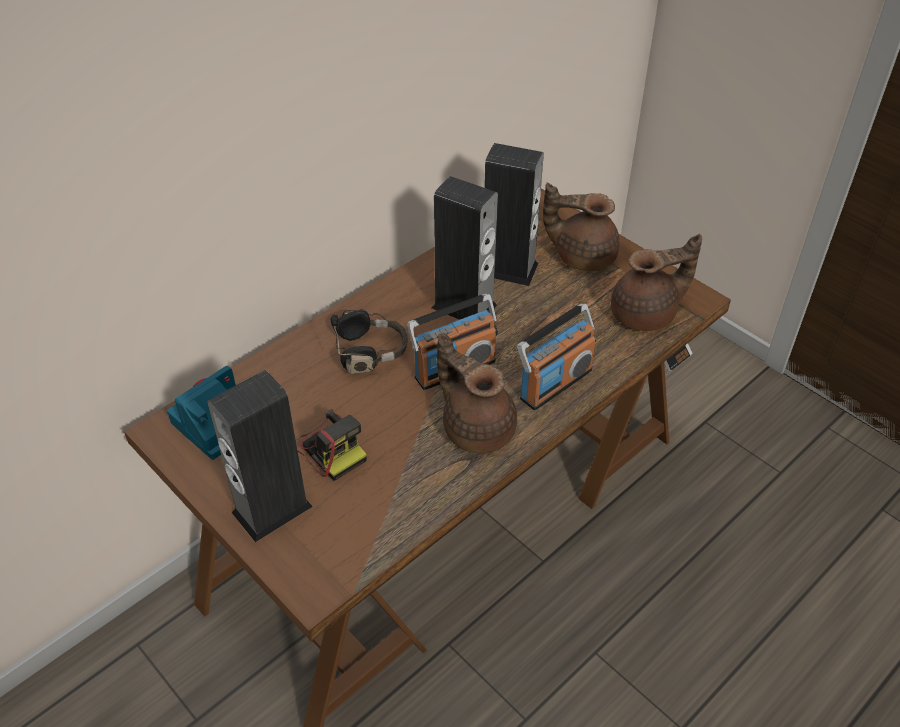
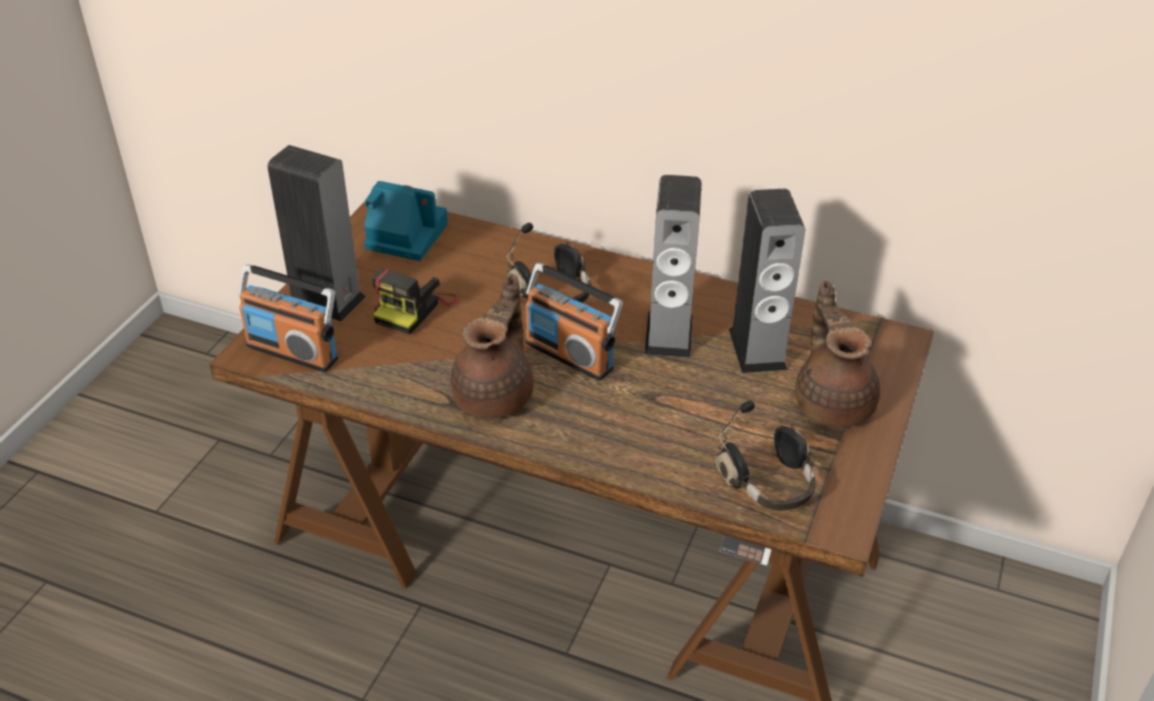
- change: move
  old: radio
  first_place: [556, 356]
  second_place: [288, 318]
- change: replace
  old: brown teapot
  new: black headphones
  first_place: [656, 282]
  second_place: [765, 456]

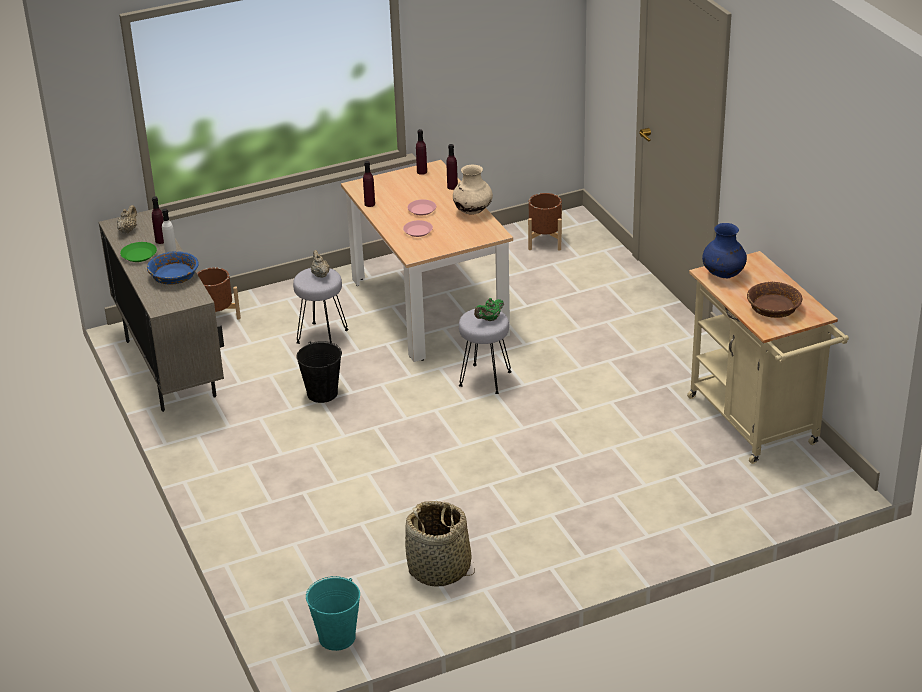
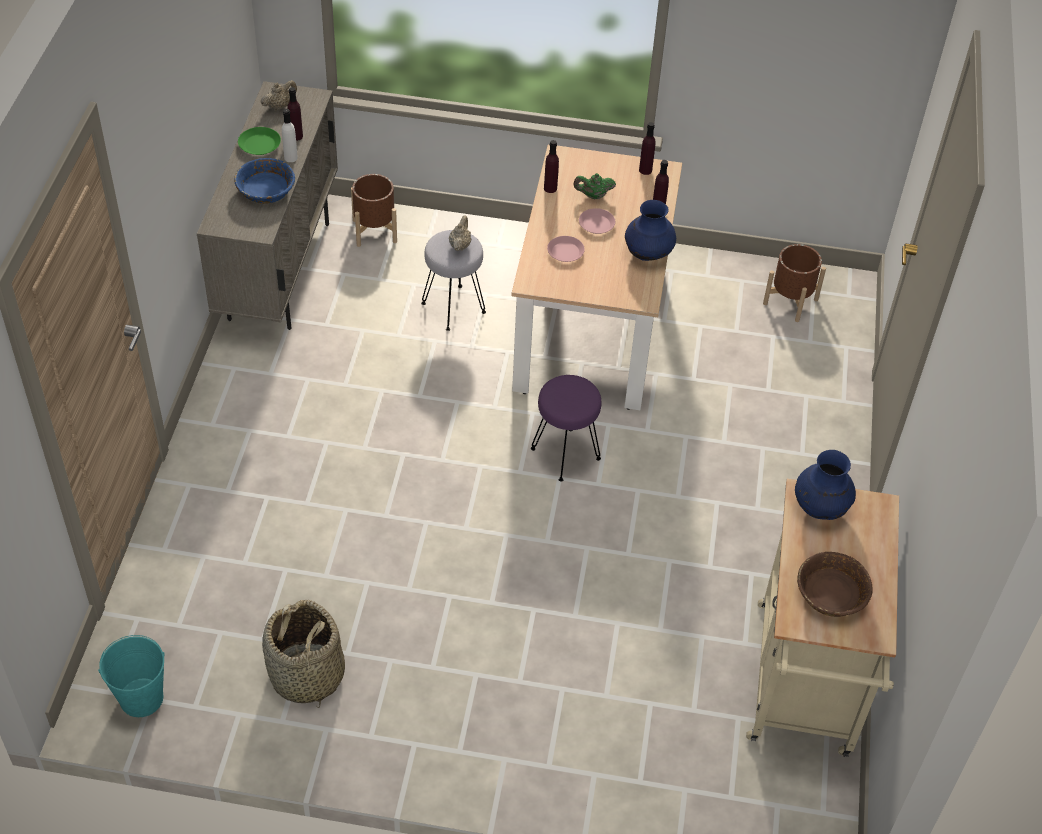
- change: delete
  old: black bucket
  first_place: [319, 372]
- change: move
  old: green teapot
  first_place: [489, 309]
  second_place: [594, 186]
- change: recolor
  old: beige vase
  new: blue vase
  first_place: [473, 189]
  second_place: [650, 230]
- change: recolor
  old: grey stool
  new: purple stool
  first_place: [485, 351]
  second_place: [566, 428]

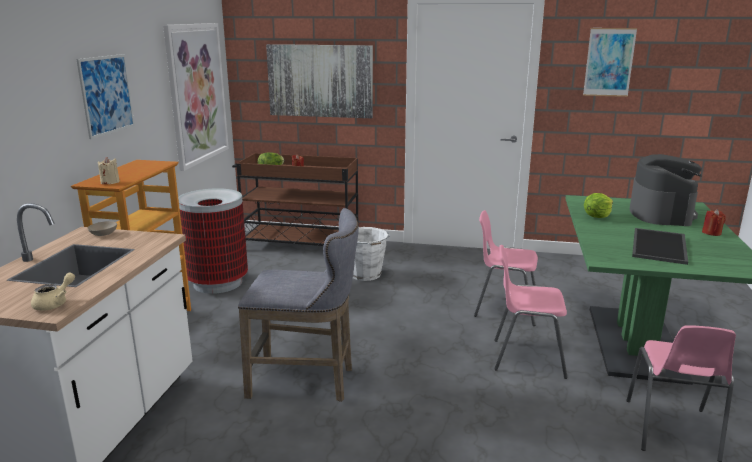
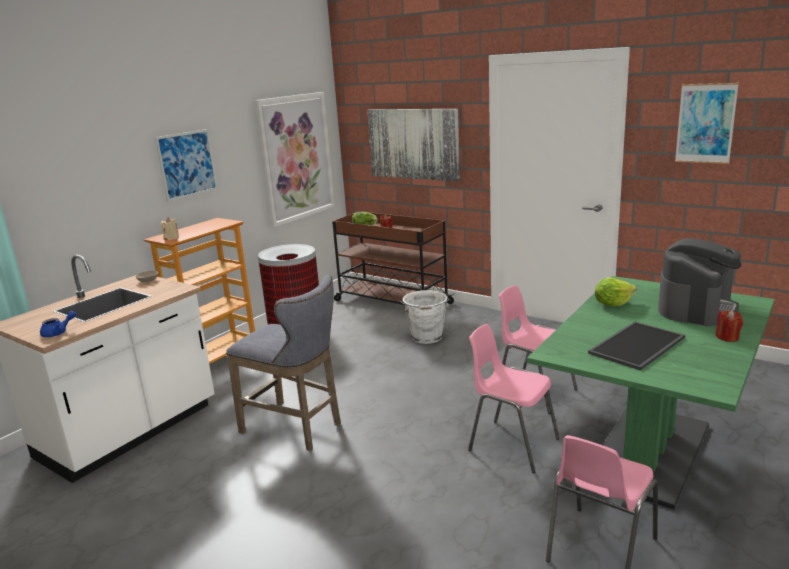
- change: recolor
  old: beige teapot
  new: blue teapot
  first_place: [53, 292]
  second_place: [58, 324]

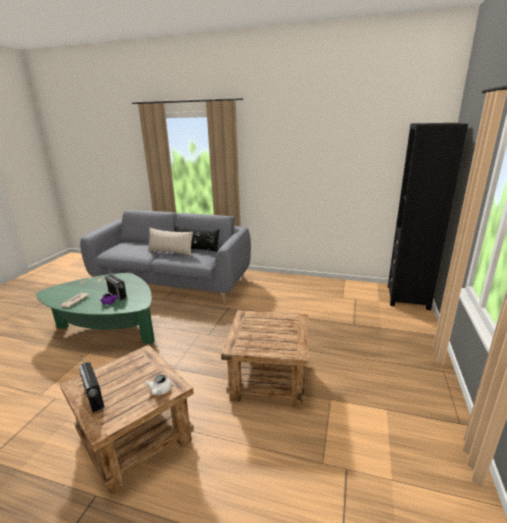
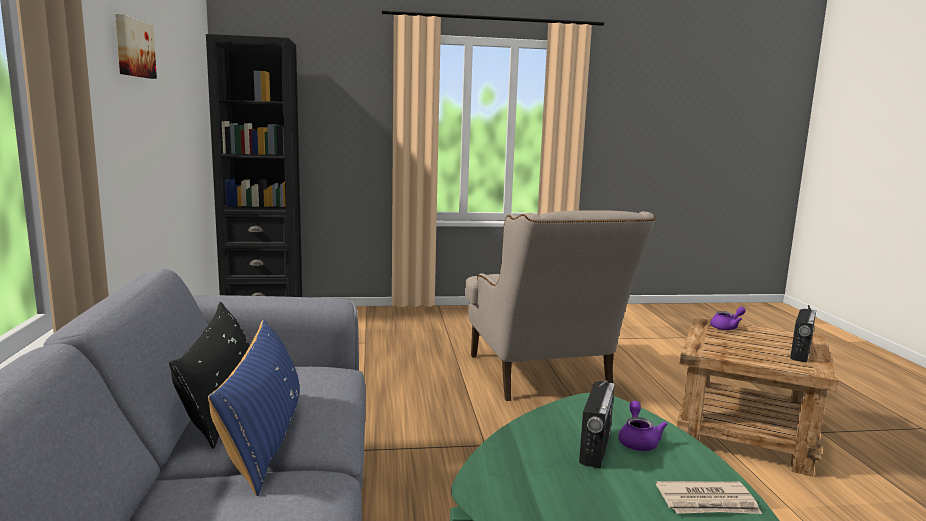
- change: insert
  new: picture
  second_place: [136, 46]
- change: replace
  old: brown side table
  new: beige armchair
  first_place: [264, 359]
  second_place: [560, 305]
- change: recolor
  old: white teapot
  new: purple teapot
  first_place: [158, 385]
  second_place: [728, 318]
- change: recolor
  old: beige pillow
  new: blue pillow
  first_place: [170, 242]
  second_place: [254, 408]

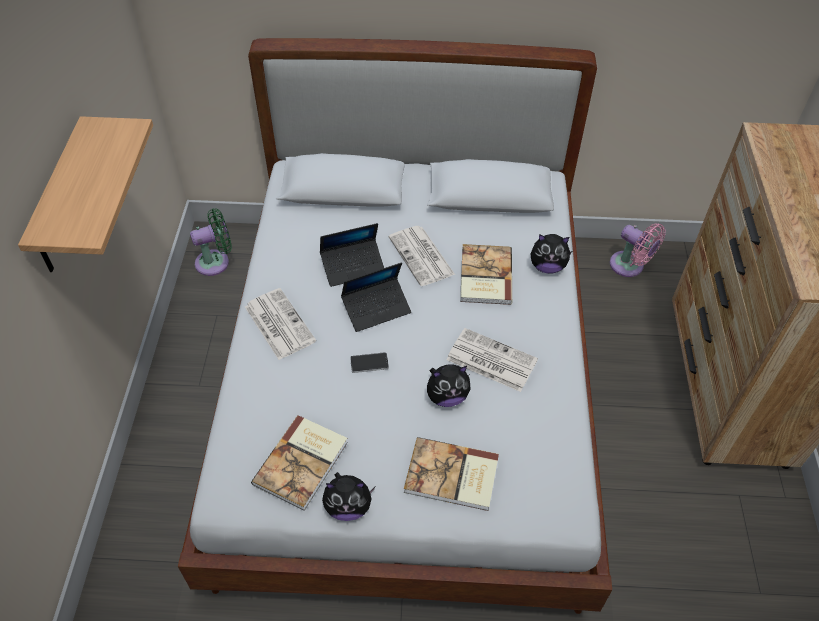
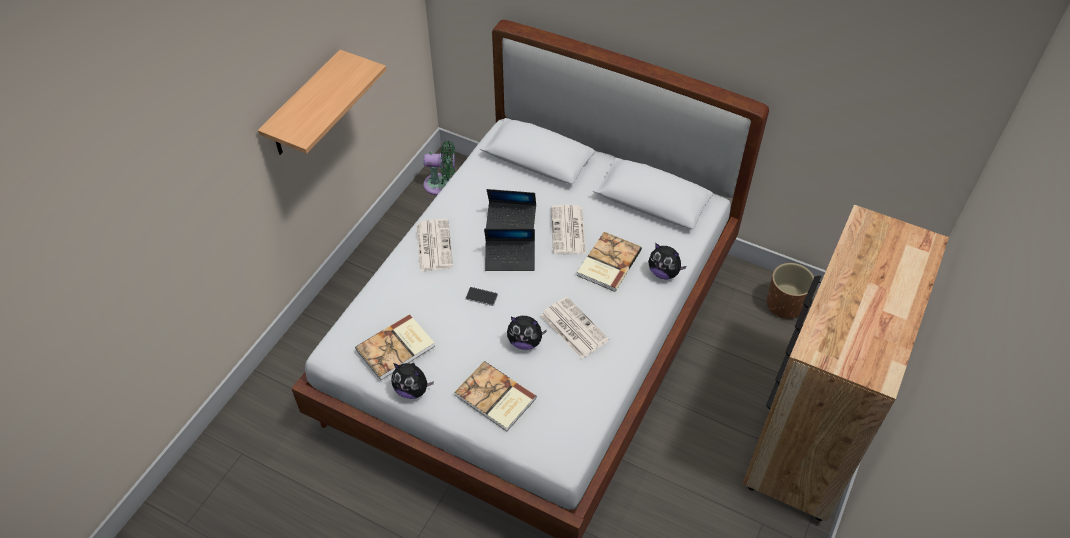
- change: replace
  old: pink fan
  new: brown planter
  first_place: [638, 250]
  second_place: [790, 291]

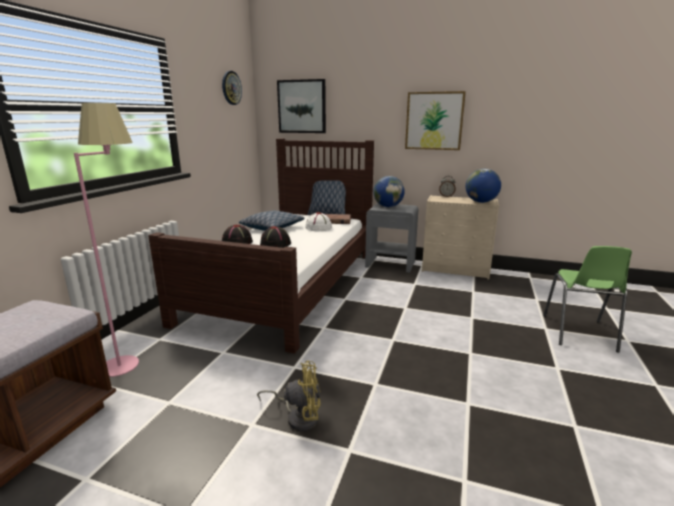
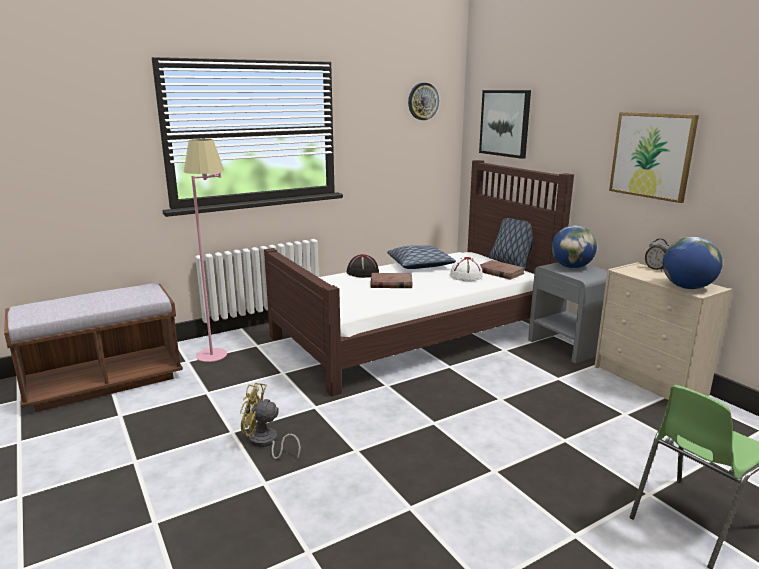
- change: replace
  old: black hat
  new: brown book
  first_place: [275, 237]
  second_place: [391, 280]
- change: rotate
  old: yellow fan
  first_place: [289, 396]
  second_place: [270, 421]
  degrees: 150

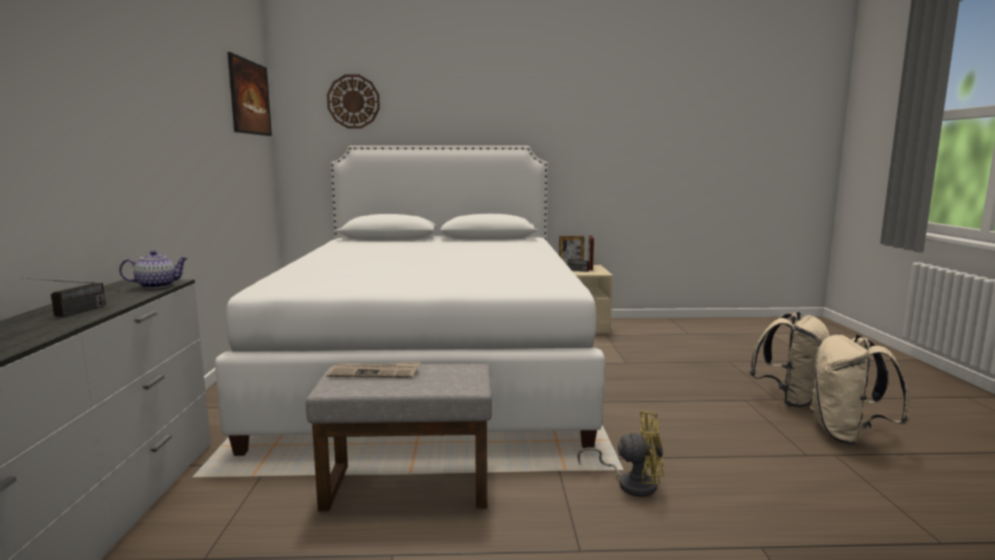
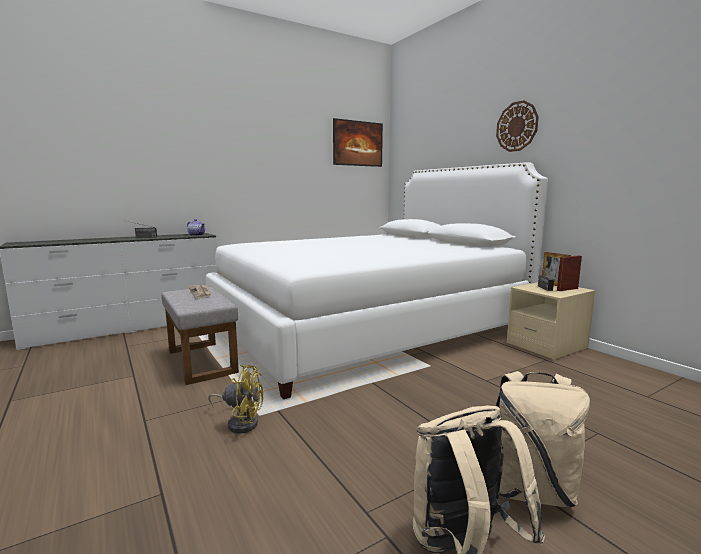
- change: move
  old: wall clock
  first_place: [353, 101]
  second_place: [517, 126]
- change: rotate
  old: yellow fan
  first_place: [620, 454]
  second_place: [235, 399]
  degrees: -60

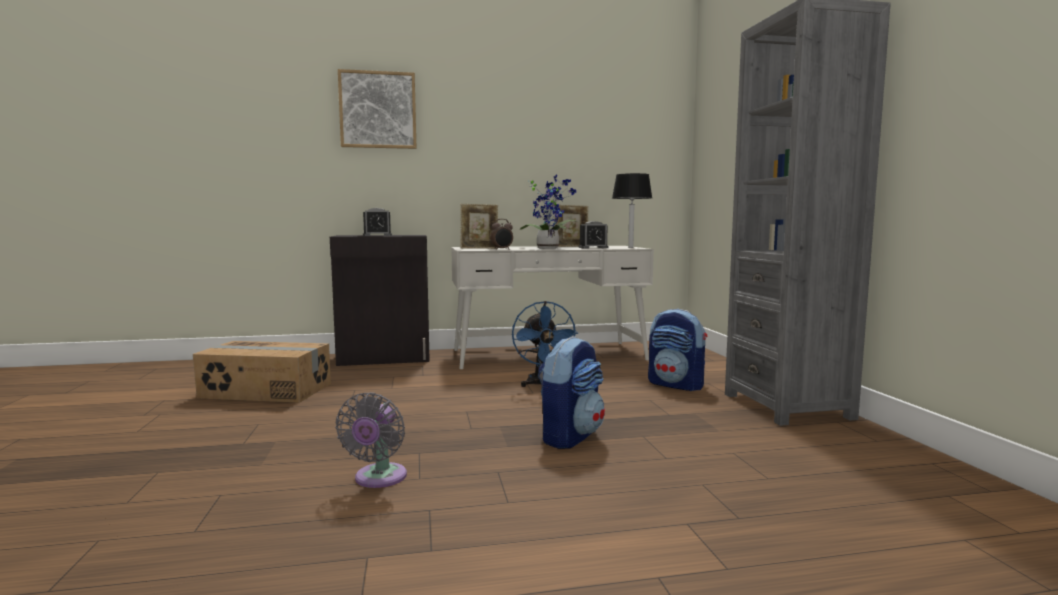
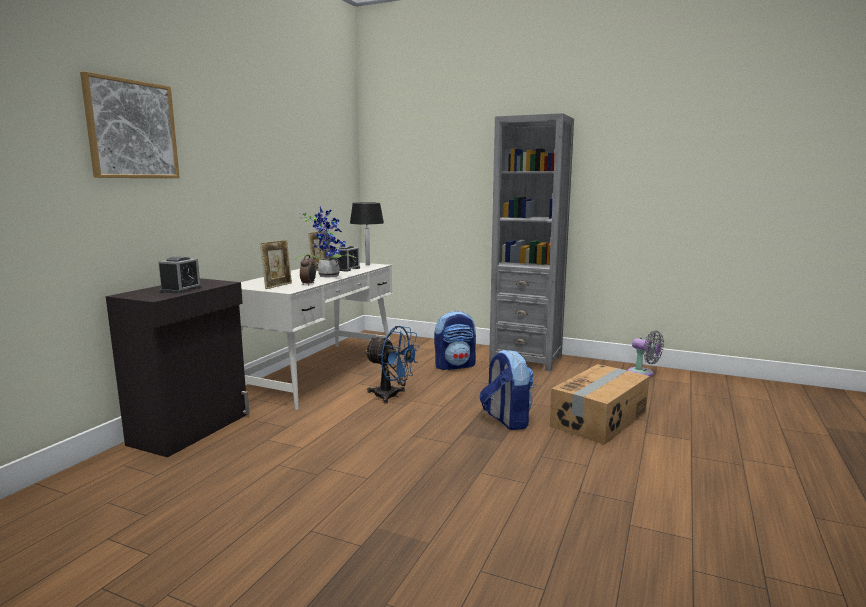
- change: move
  old: cardboard box
  first_place: [262, 372]
  second_place: [600, 404]
- change: move
  old: grey fan
  first_place: [371, 440]
  second_place: [646, 354]

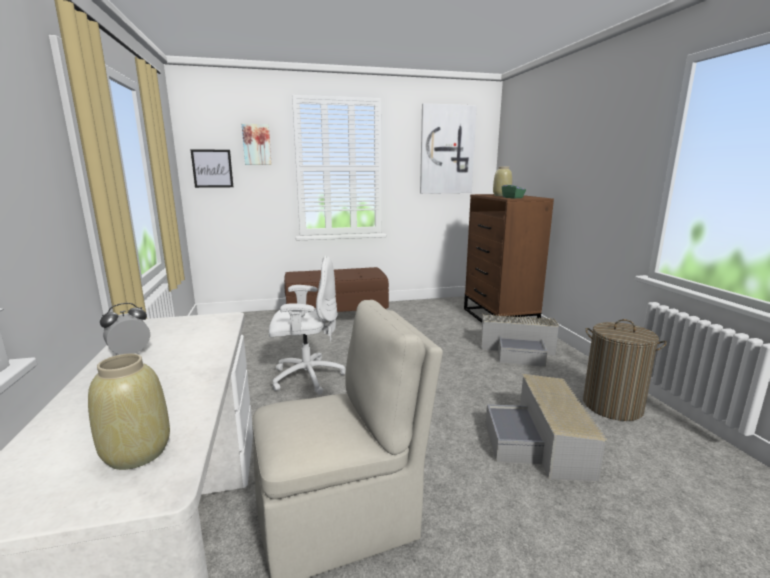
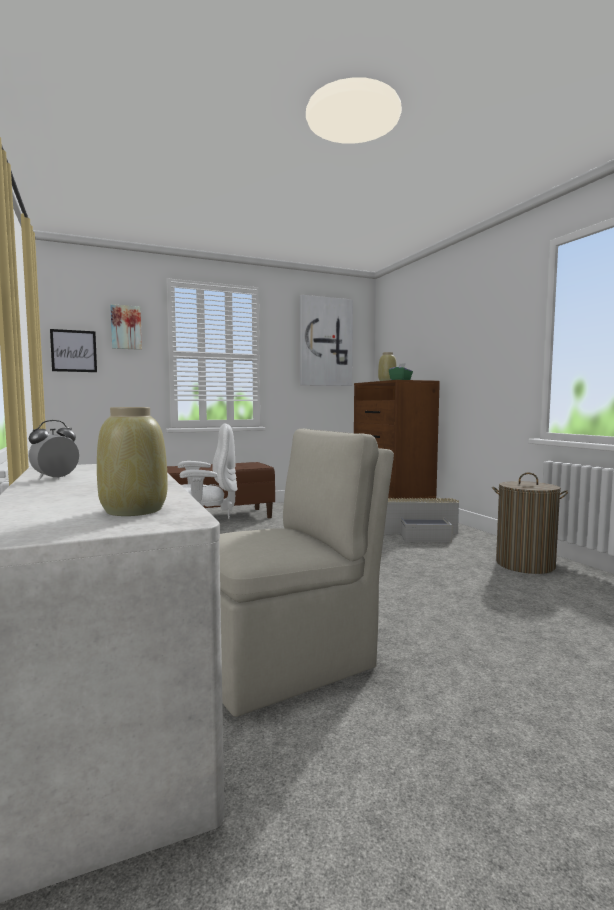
- change: delete
  old: grey storage box
  first_place: [546, 427]

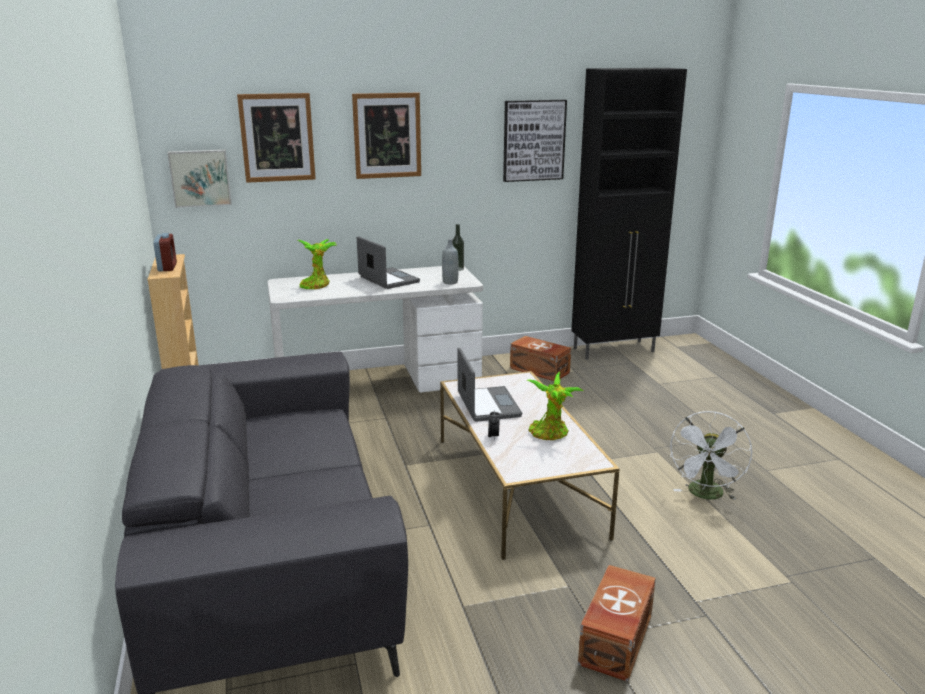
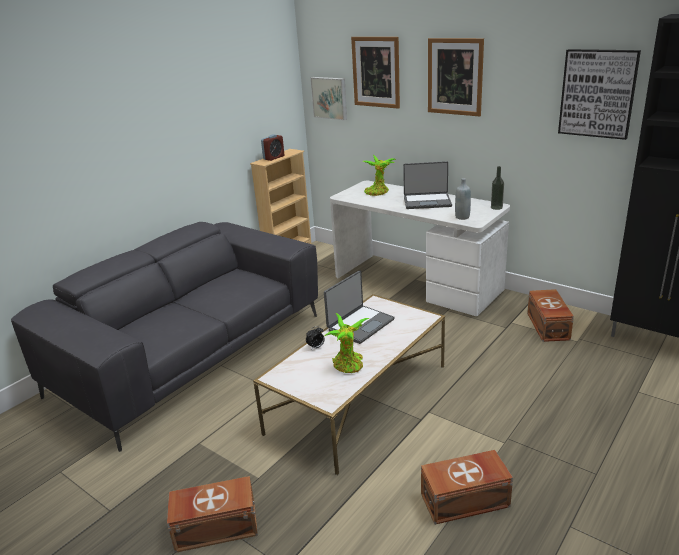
- change: replace
  old: white fan
  new: brown storage box
  first_place: [711, 455]
  second_place: [467, 487]
- change: rotate
  old: laptop
  first_place: [388, 262]
  second_place: [427, 185]
  degrees: 75

